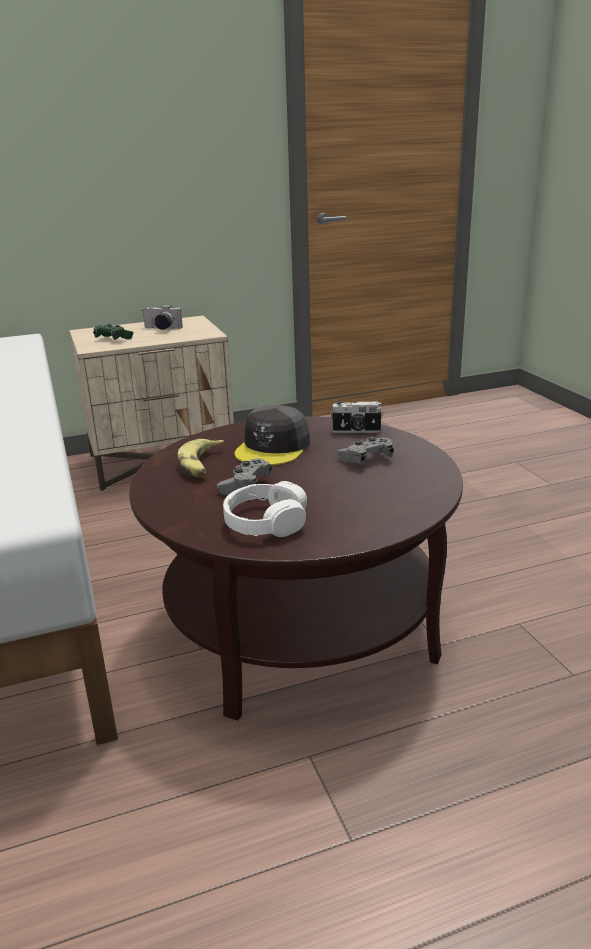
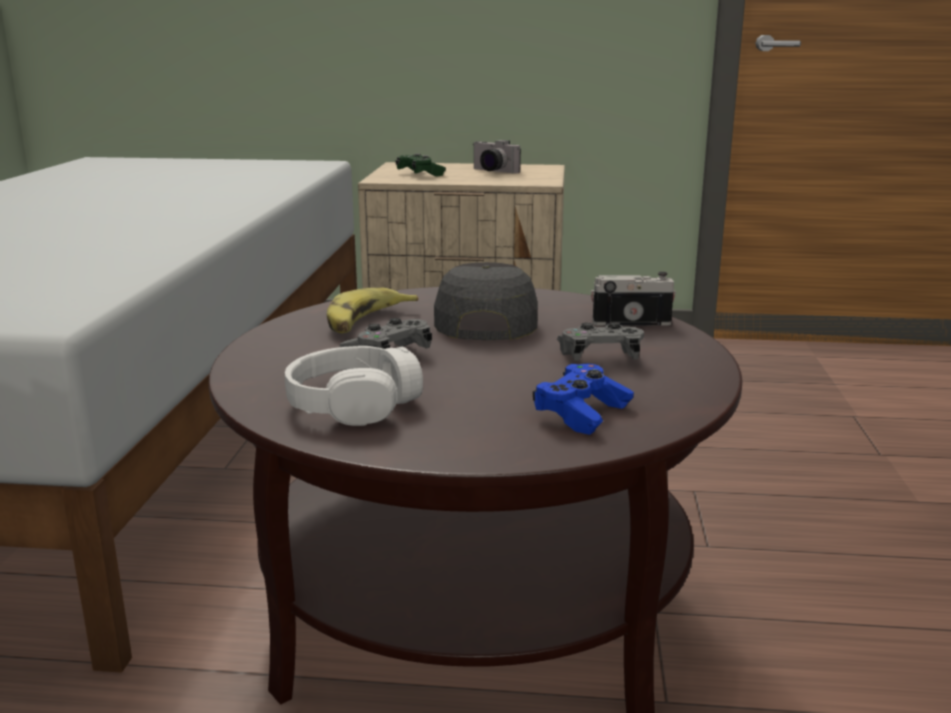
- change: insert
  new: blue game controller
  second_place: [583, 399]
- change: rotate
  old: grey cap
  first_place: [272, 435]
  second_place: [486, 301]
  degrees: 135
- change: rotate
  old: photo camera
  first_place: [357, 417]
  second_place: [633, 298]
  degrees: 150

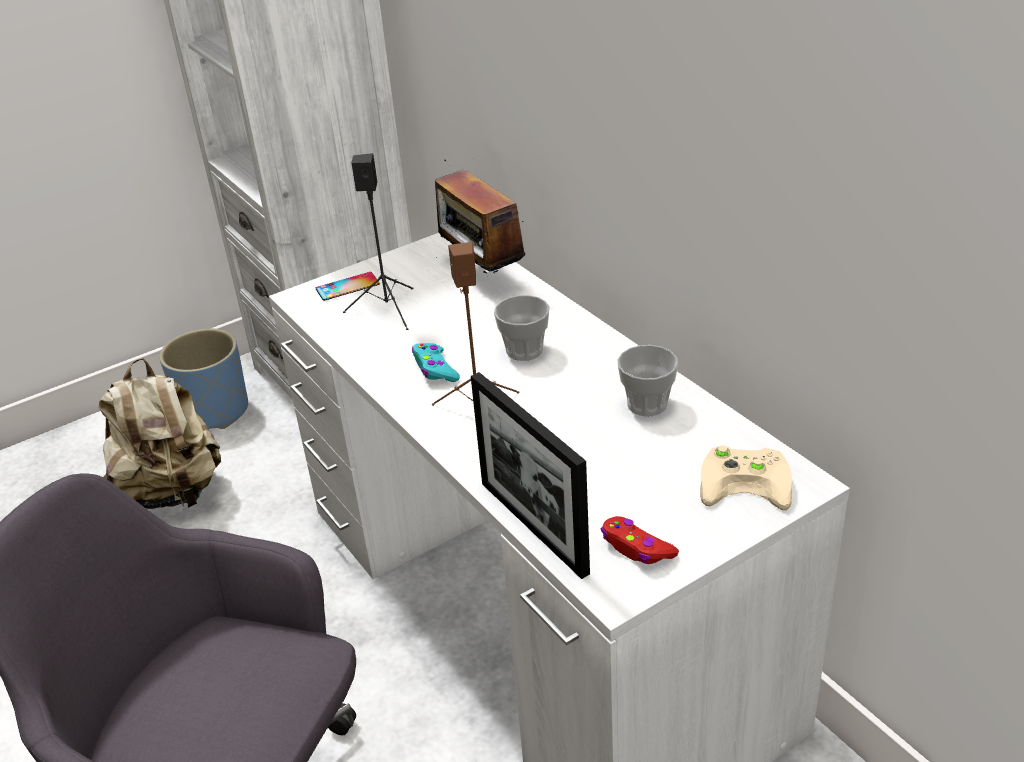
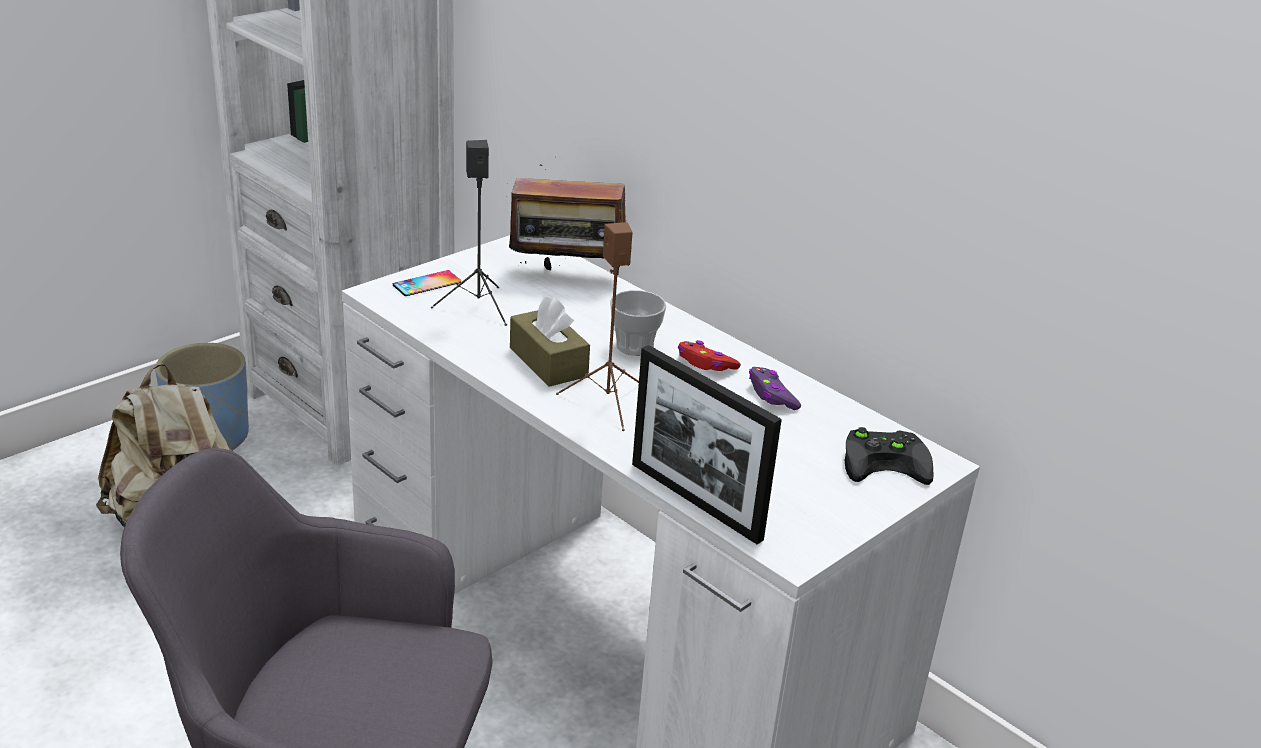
- change: move
  old: red game controller
  first_place: [640, 540]
  second_place: [709, 355]
- change: replace
  old: turquoise game controller
  new: brown tissue box
  first_place: [436, 362]
  second_place: [550, 341]
- change: replace
  old: cup
  new: purple game controller
  first_place: [647, 380]
  second_place: [775, 388]
- change: recolor
  old: beige game controller
  new: black game controller
  first_place: [746, 477]
  second_place: [889, 456]
- change: rotate
  old: radio
  first_place: [480, 217]
  second_place: [564, 217]
  degrees: -45

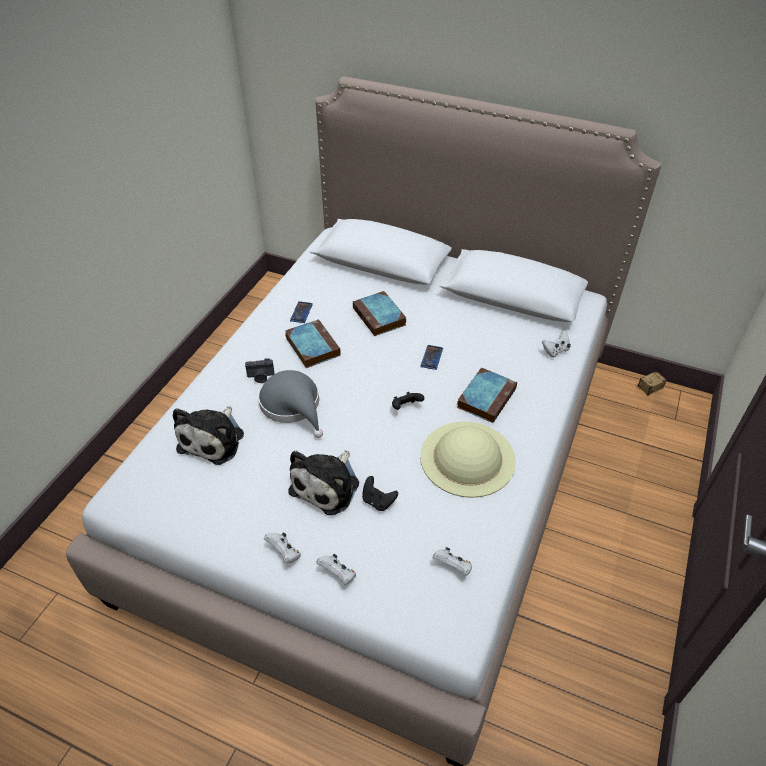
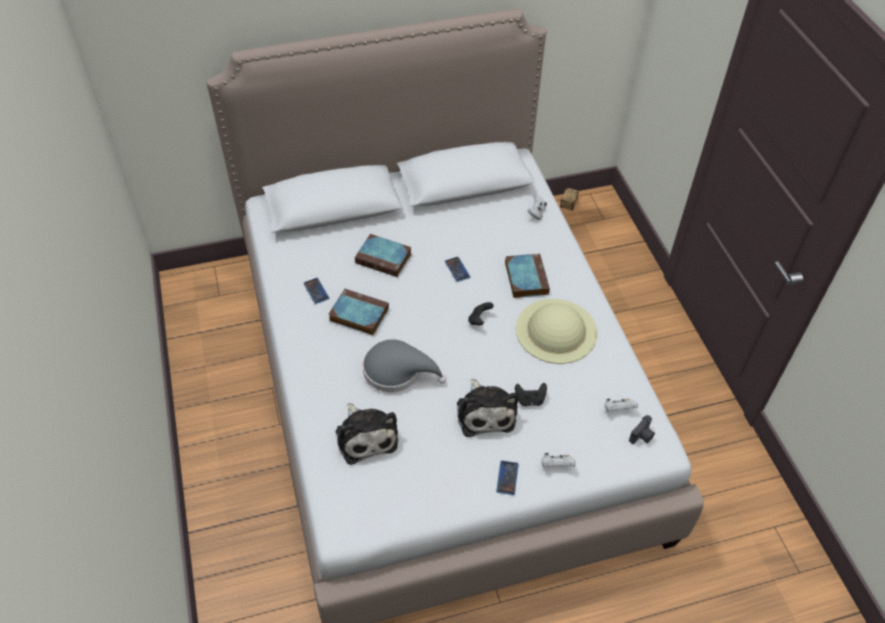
- change: move
  old: photo camera
  first_place: [259, 370]
  second_place: [642, 429]
- change: replace
  old: white game controller
  new: phone
  first_place: [282, 548]
  second_place: [507, 477]

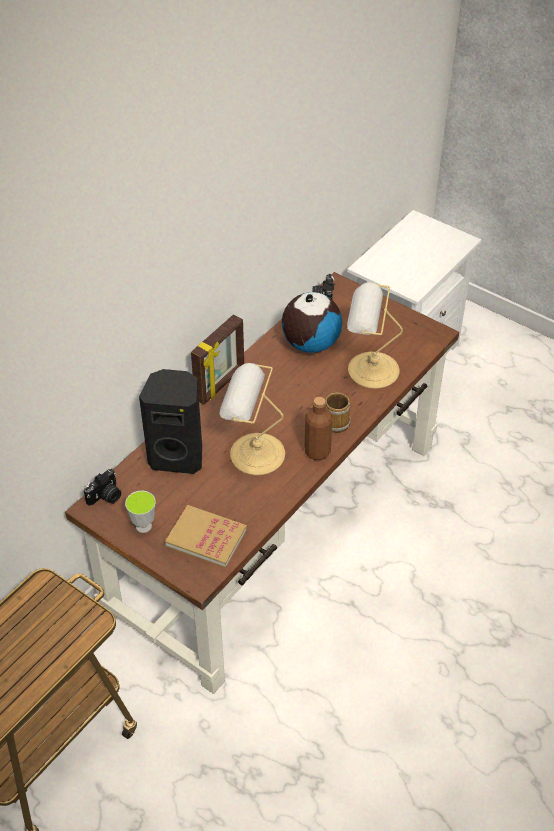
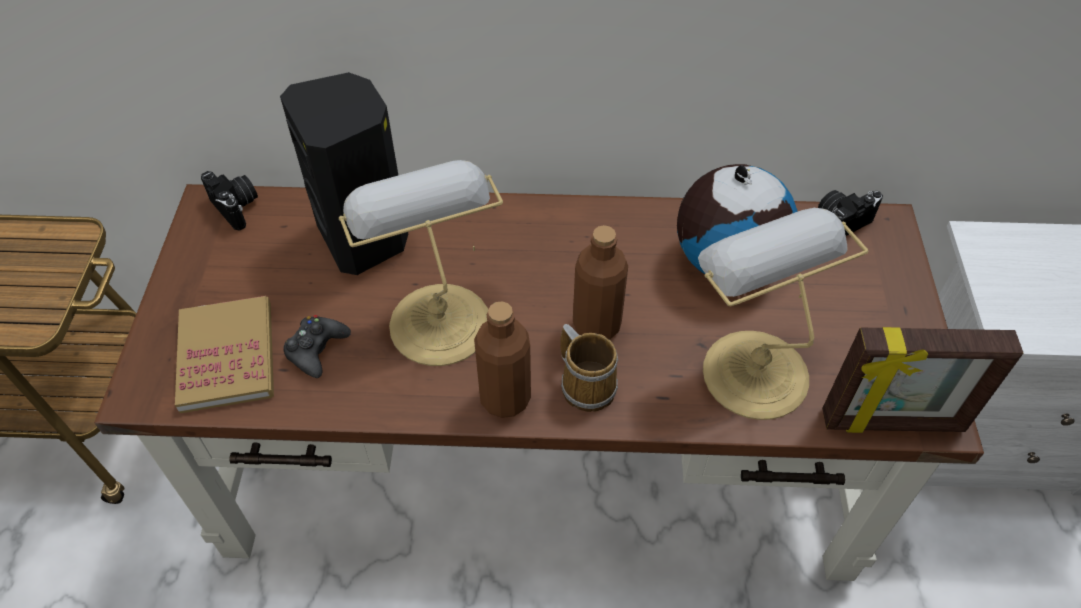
- change: delete
  old: cup
  first_place: [140, 512]
- change: insert
  new: black game controller
  second_place: [317, 346]
- change: insert
  new: brown bottle
  second_place: [600, 282]
- change: move
  old: picture frame
  first_place: [217, 359]
  second_place: [922, 380]
- change: rotate
  old: photo camera
  first_place: [102, 487]
  second_place: [229, 201]
  degrees: -135

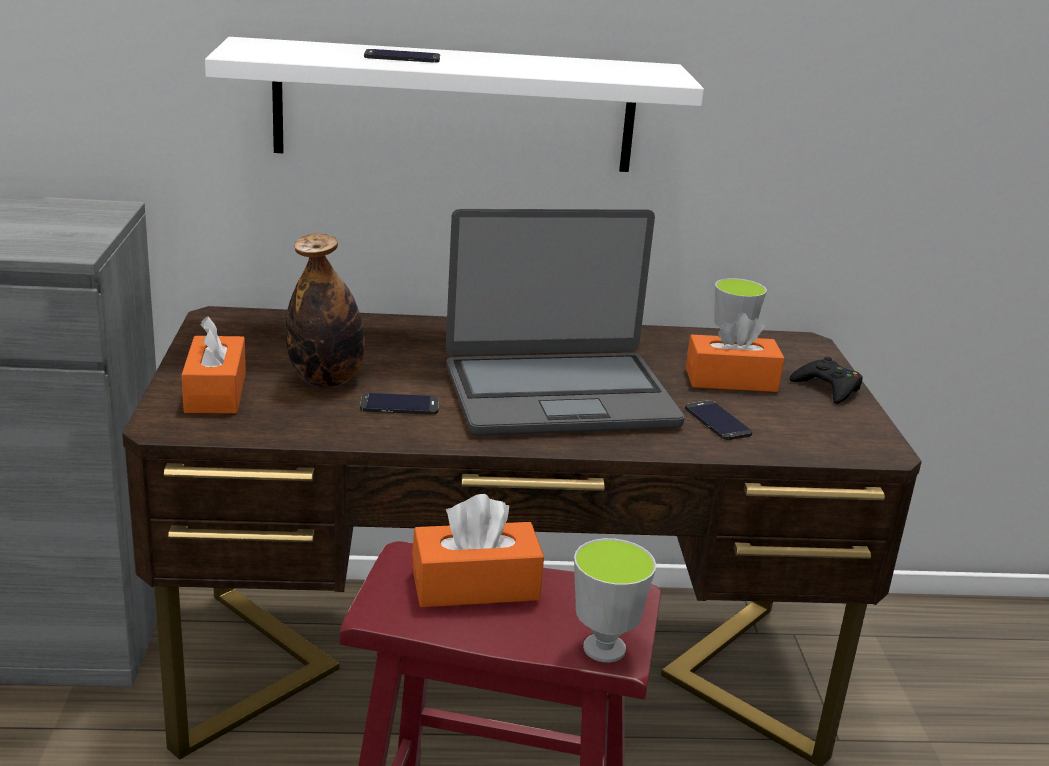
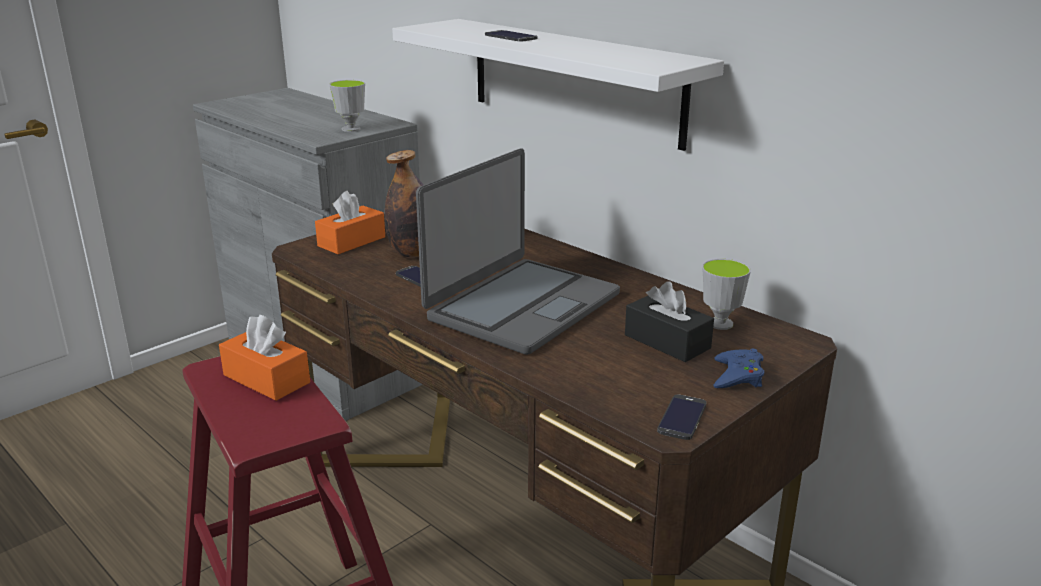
- change: move
  old: cup
  first_place: [615, 600]
  second_place: [347, 106]
- change: move
  old: phone
  first_place: [719, 420]
  second_place: [681, 417]
- change: recolor
  old: orange tissue box
  new: black tissue box
  first_place: [735, 352]
  second_place: [669, 322]
- change: recolor
  old: black game controller
  new: blue game controller
  first_place: [826, 380]
  second_place: [738, 368]
- change: rotate
  old: laptop
  first_place: [565, 322]
  second_place: [518, 251]
  degrees: -90

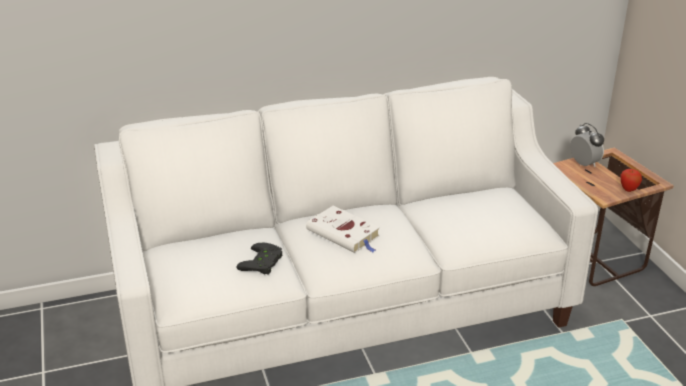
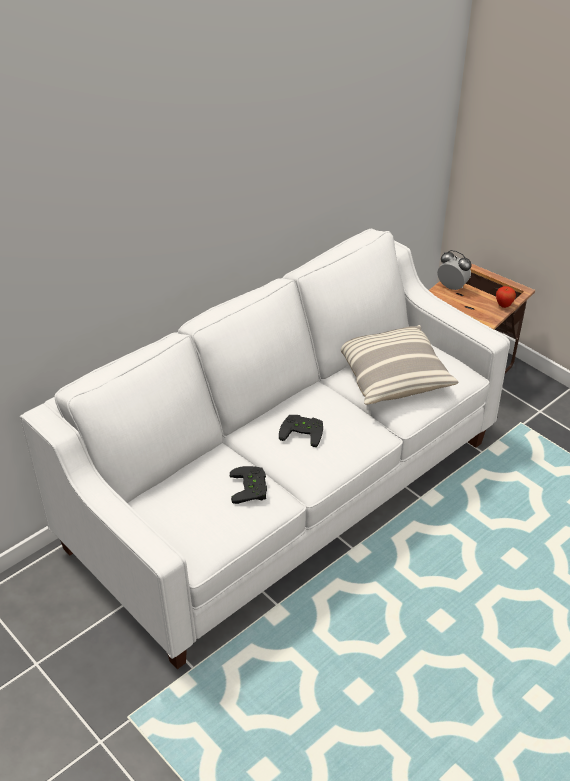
- change: insert
  new: pillow
  second_place: [399, 365]
- change: replace
  old: white book
  new: black game controller
  first_place: [343, 229]
  second_place: [301, 431]

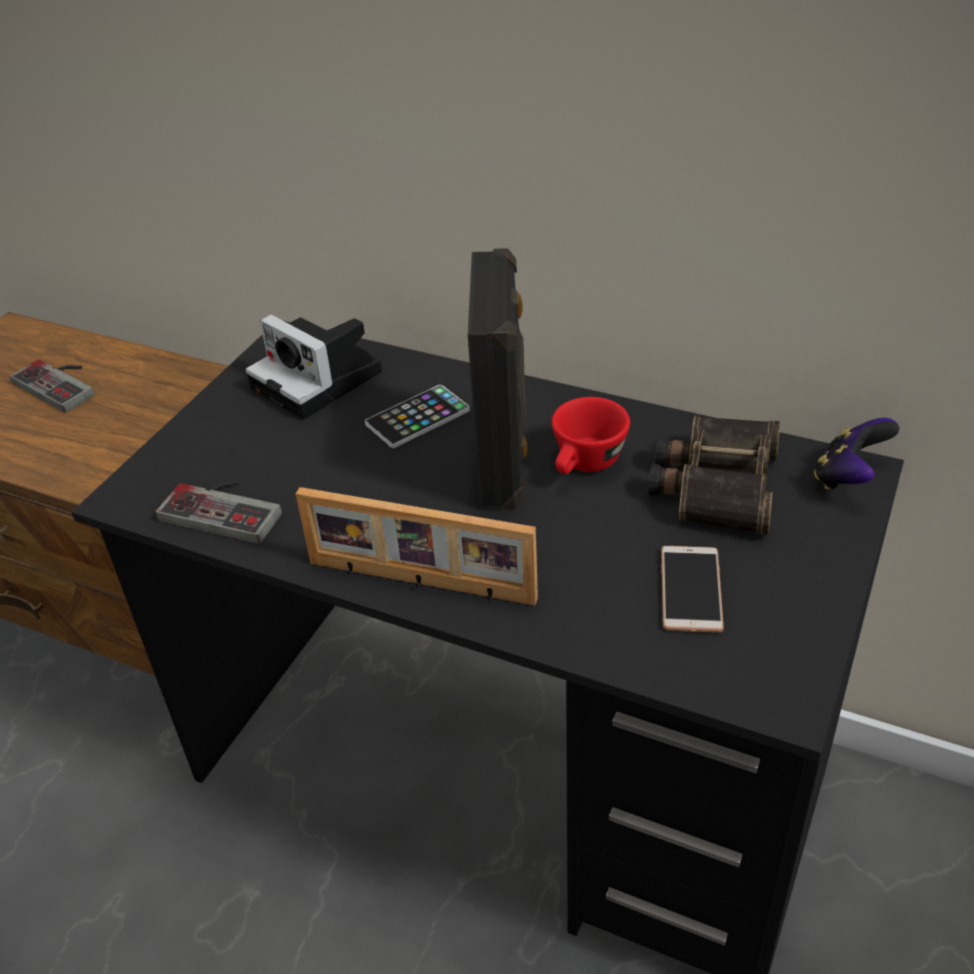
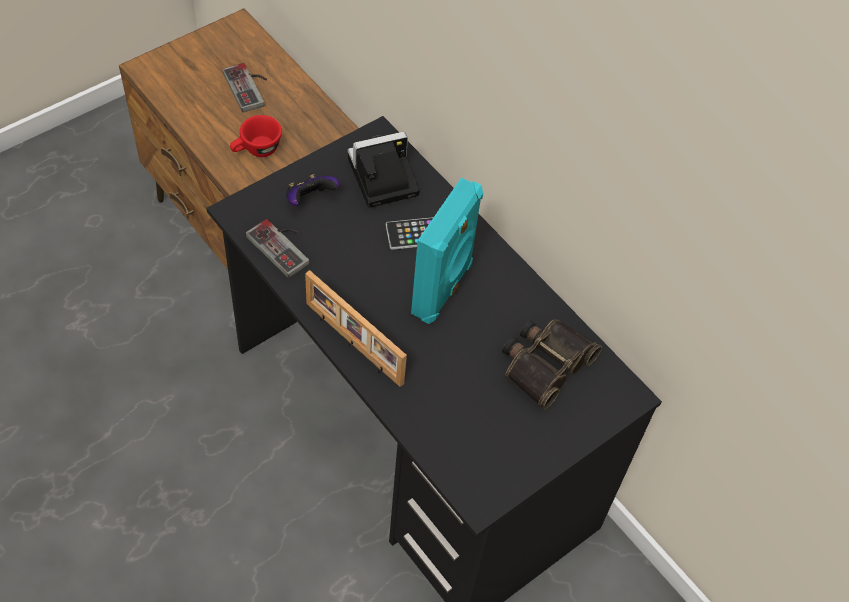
- change: delete
  old: phone
  first_place: [692, 589]
- change: move
  old: red cup
  first_place: [590, 435]
  second_place: [256, 136]
- change: move
  old: game controller
  first_place: [856, 454]
  second_place: [313, 190]
- change: recolor
  old: black speaker
  new: turquoise speaker
  first_place: [497, 379]
  second_place: [447, 251]
- change: rotate
  old: photo camera
  first_place: [314, 367]
  second_place: [383, 170]
  degrees: 90

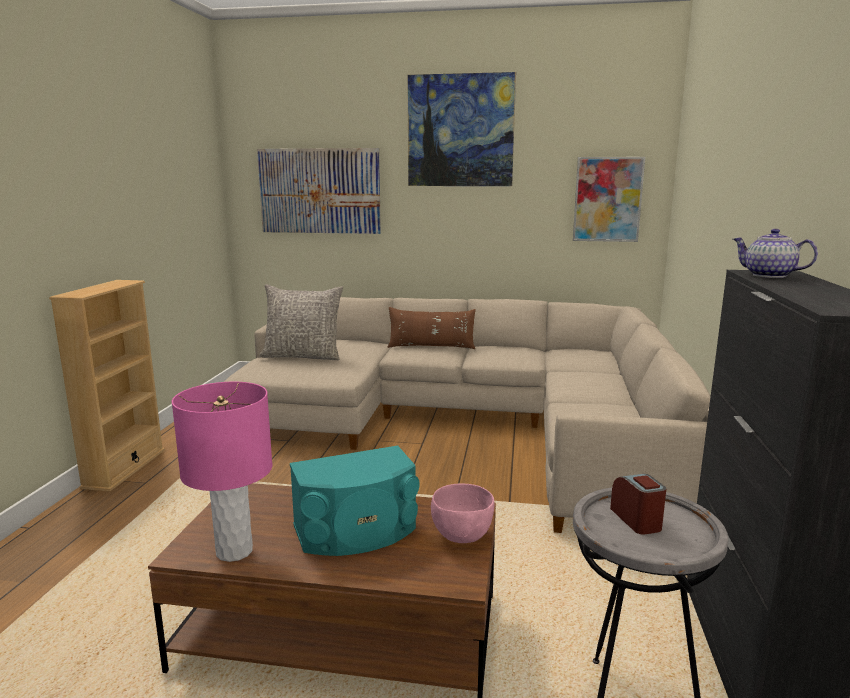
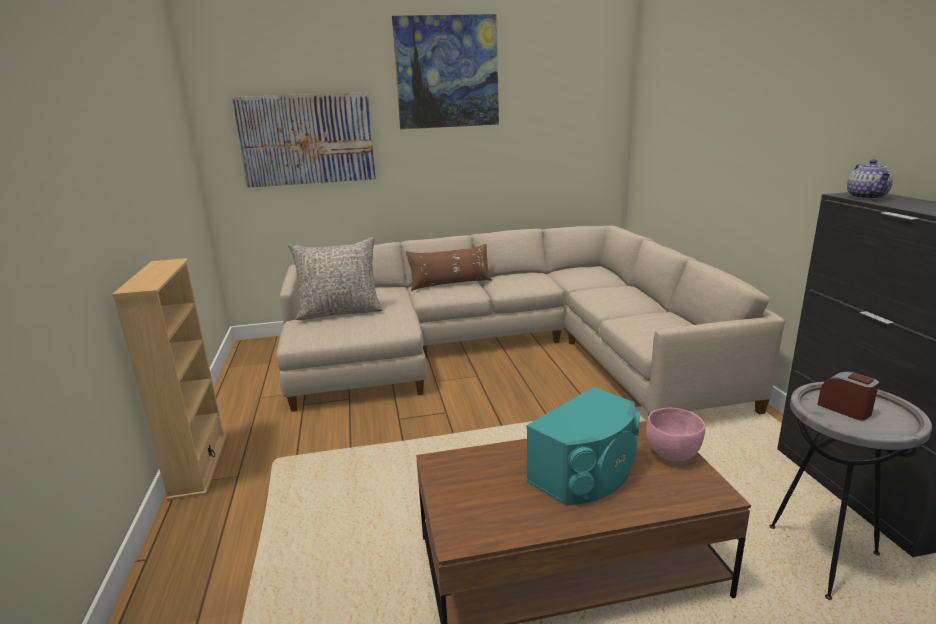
- change: delete
  old: pink table lamp
  first_place: [222, 472]
- change: delete
  old: picture
  first_place: [609, 199]
- change: rotate
  old: teapot
  first_place: [775, 253]
  second_place: [870, 179]
  degrees: -105

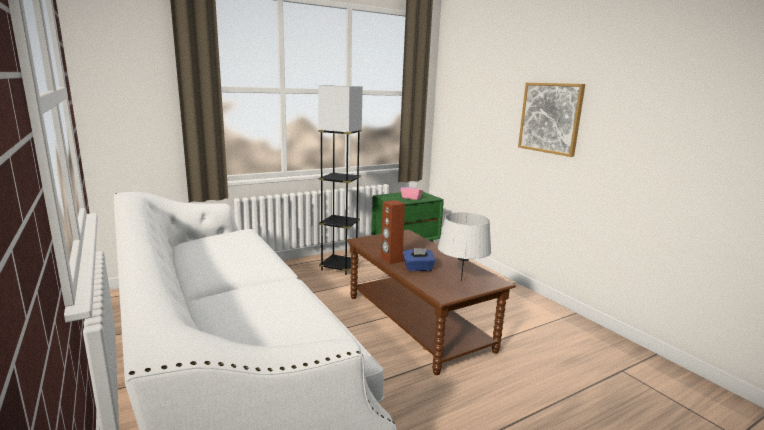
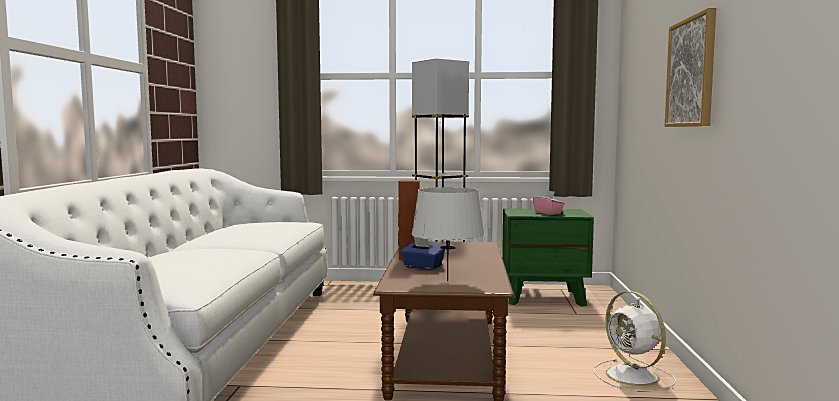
- change: insert
  new: white fan
  second_place: [635, 341]

